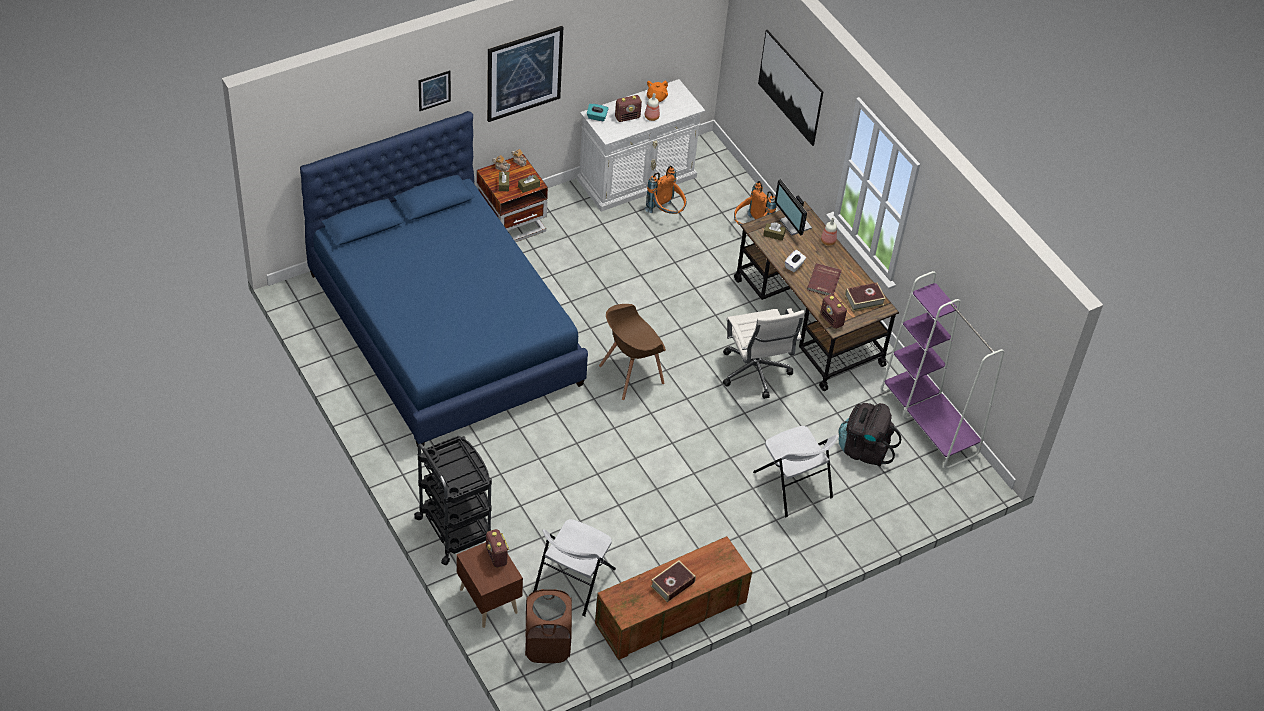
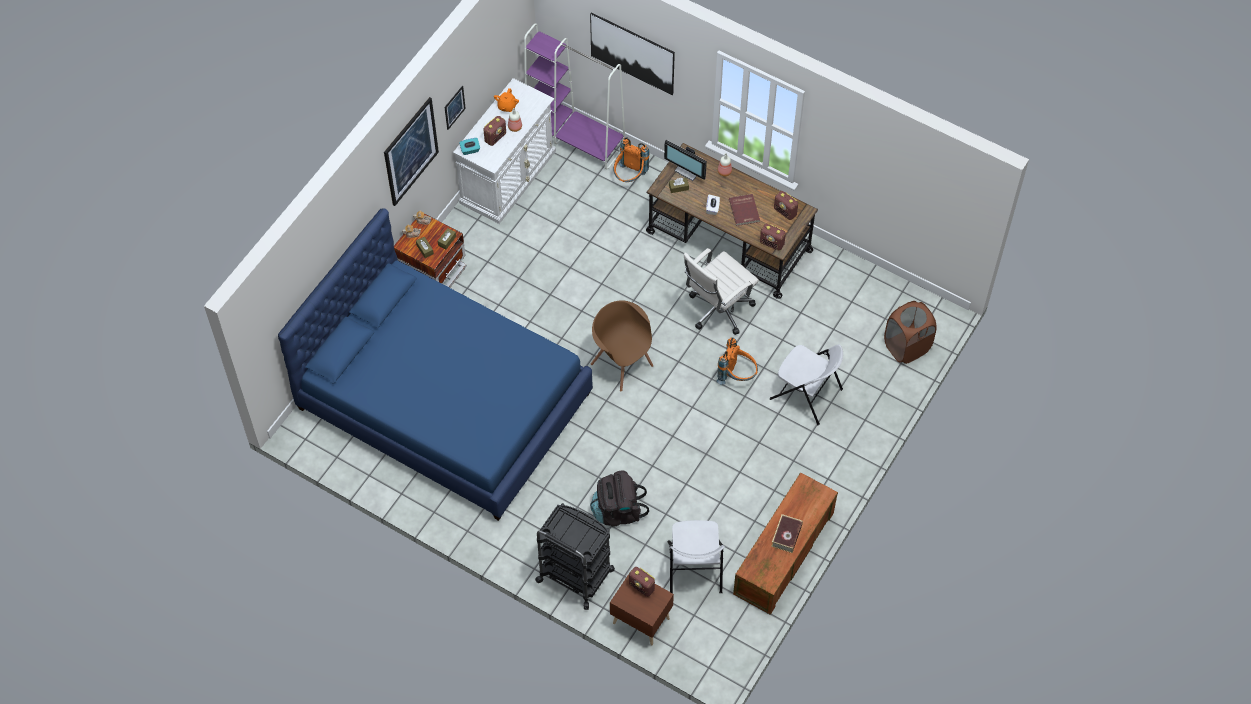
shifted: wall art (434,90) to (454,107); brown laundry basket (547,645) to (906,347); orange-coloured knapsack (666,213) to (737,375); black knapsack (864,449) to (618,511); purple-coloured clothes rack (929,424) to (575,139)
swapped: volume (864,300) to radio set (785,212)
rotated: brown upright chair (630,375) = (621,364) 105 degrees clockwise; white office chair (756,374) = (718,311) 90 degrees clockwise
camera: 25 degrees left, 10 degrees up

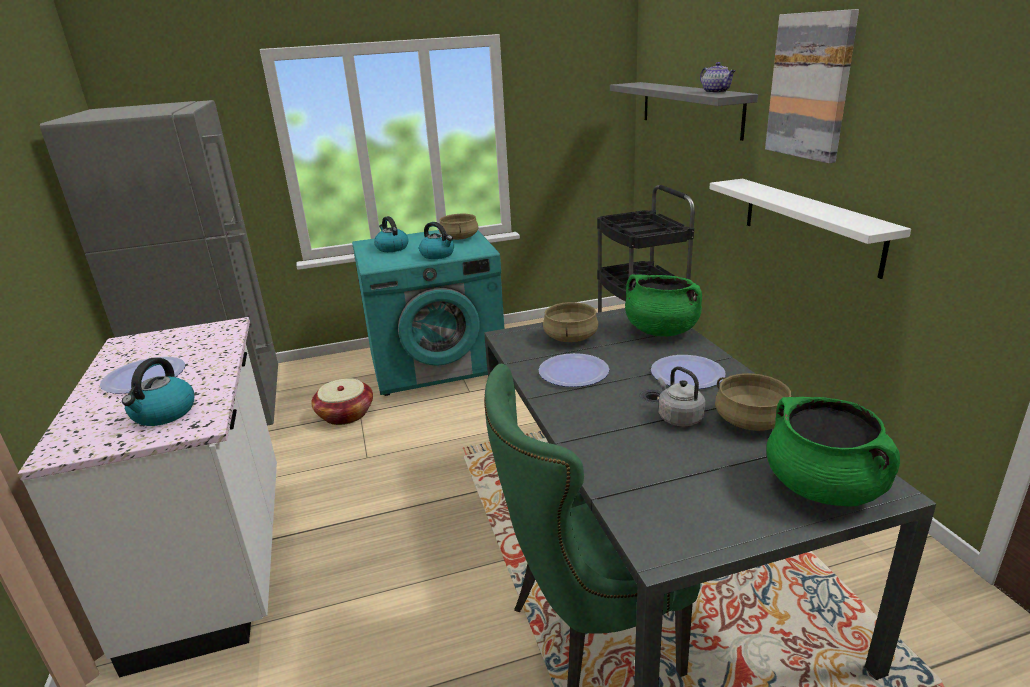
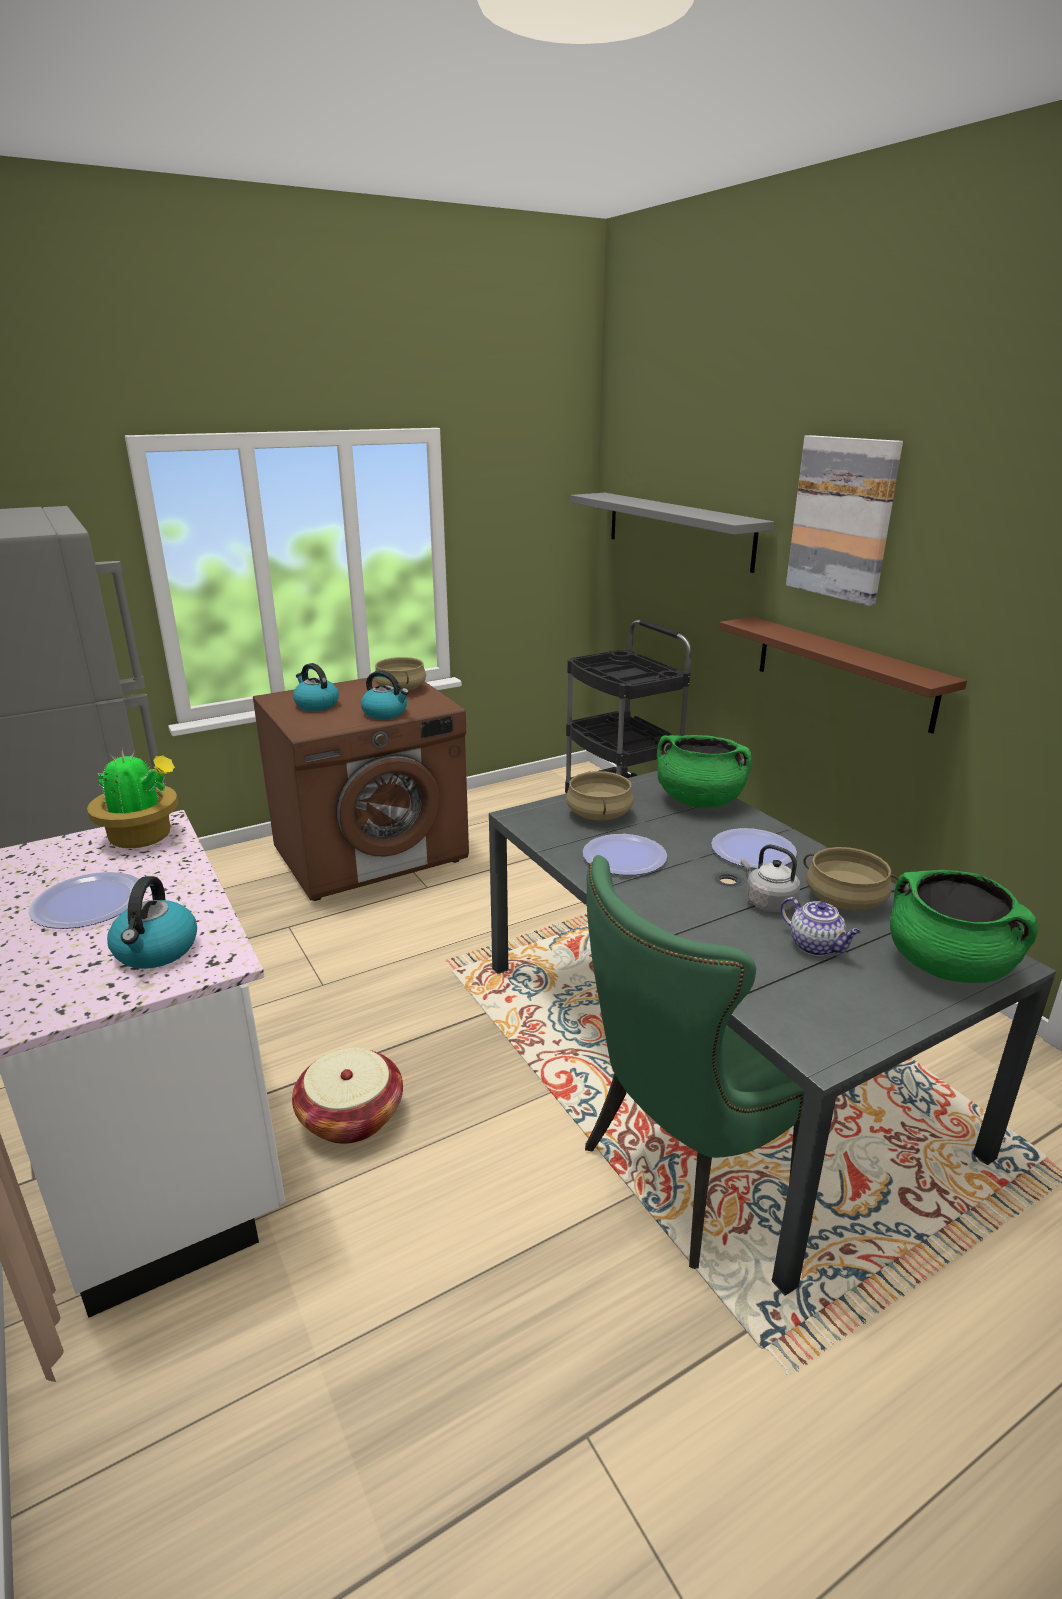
new: plant in a pot (143,837)
shifted: storage basket (345,414) to (351,1116); teapot (716,92) to (816,946)
repainted: turquoise-coloured laundry machine (438,367) to brown laundry machine (373,858); white wall shelf (809,224) to brown wall shelf (842,671)
camera: 15 degrees left, 0 degrees up

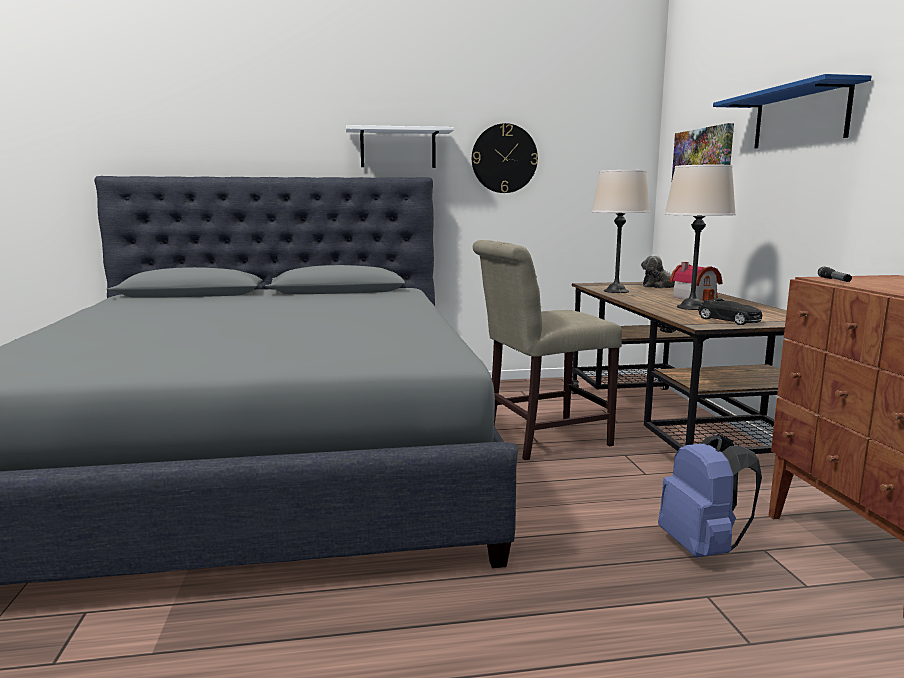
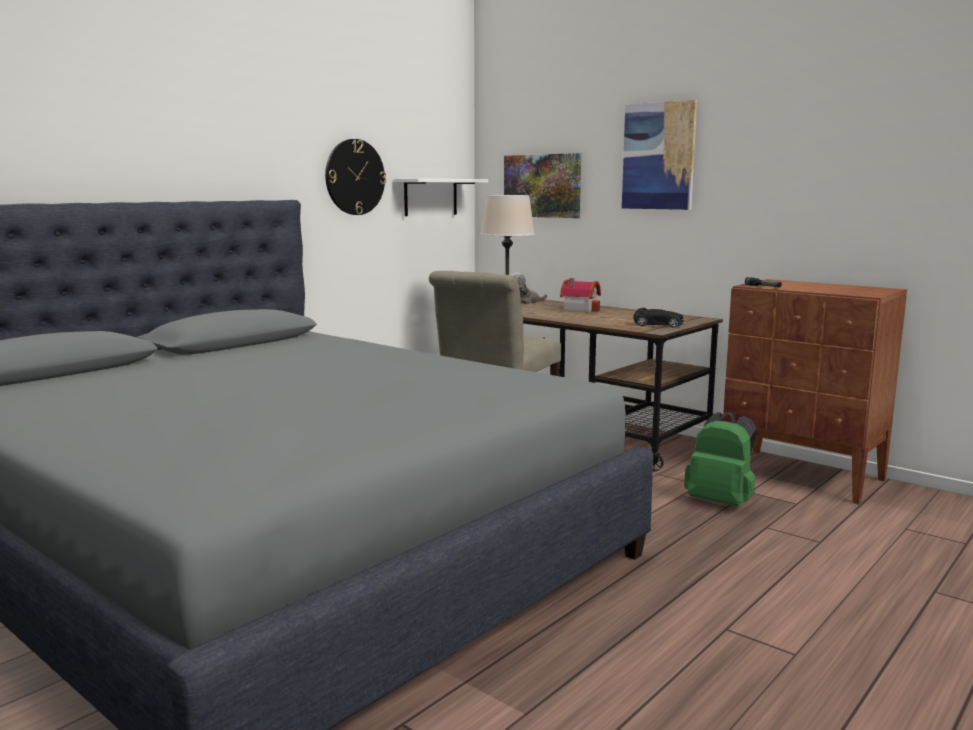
gone: beige-coloured lamp for a table (692,307)
shifted: white wall shelf (398,148) to (430,197)
swapped: bluish wall shelf (800,117) to wall art (658,156)
repainted: bluish knapsack (702,548) to green-coloured knapsack (721,502)
camera: 40 degrees left, 0 degrees up

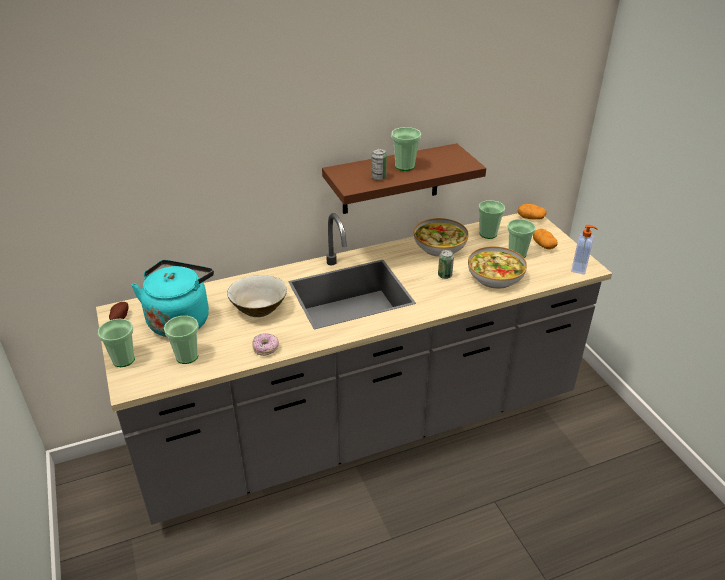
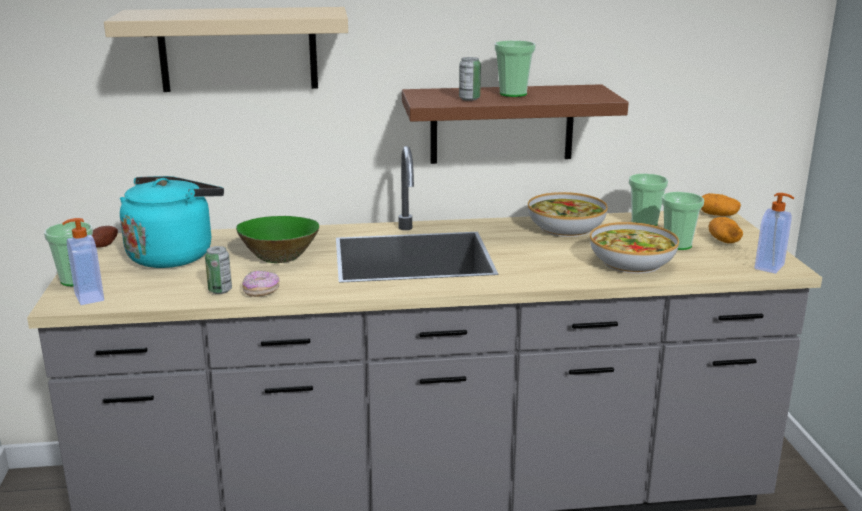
gone: small cup (187,356)
new: soap bottle (88,298); beige-coloured wall shelf (238,49)
shifted: metal can (444,275) to (220,290)
repainted: beige-coloured deep dish (259,308) to green-coloured deep dish (280,256)
camera: 15 degrees right, 15 degrees down

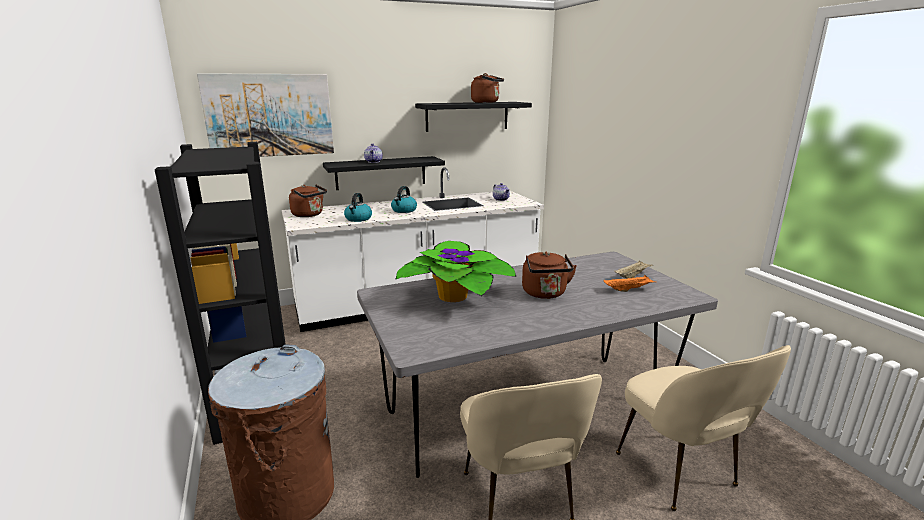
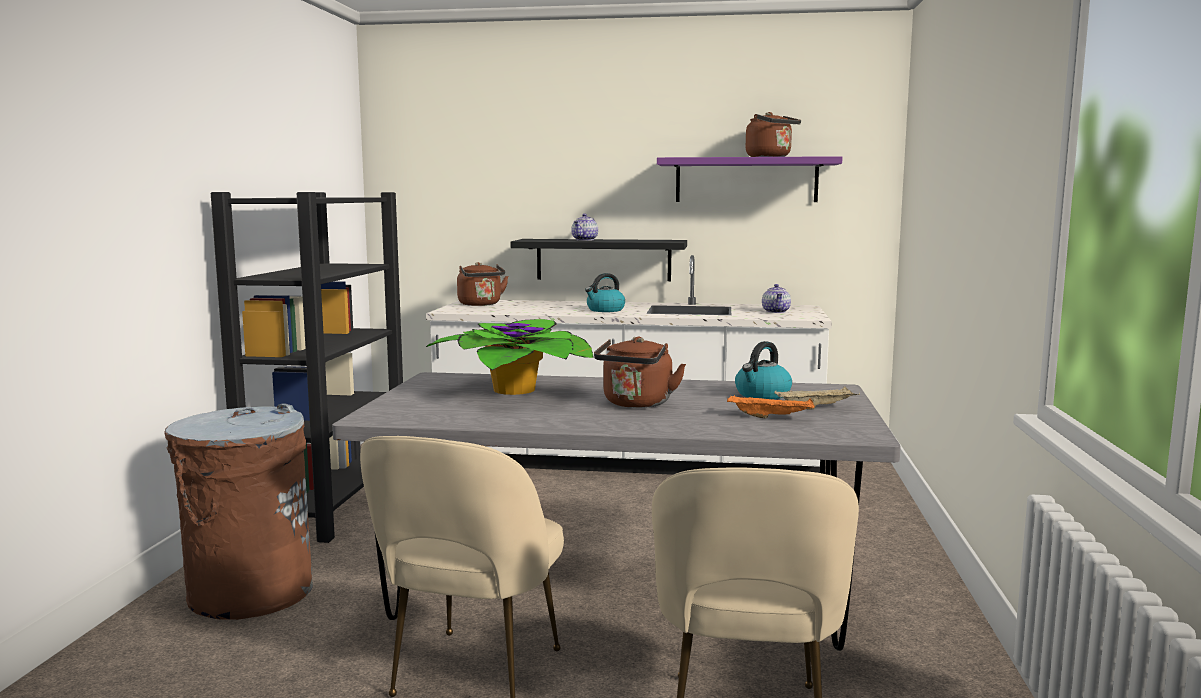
gone: wall art (270,115)
shifted: kettle (358,219) to (762,395)
repainted: black wall shelf (467,116) to purple-coloured wall shelf (746,180)
camera: 30 degrees right, 10 degrees down

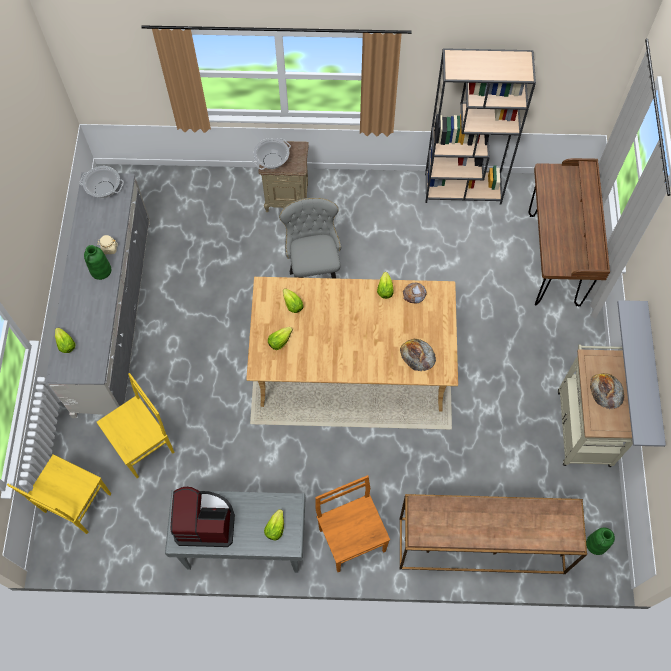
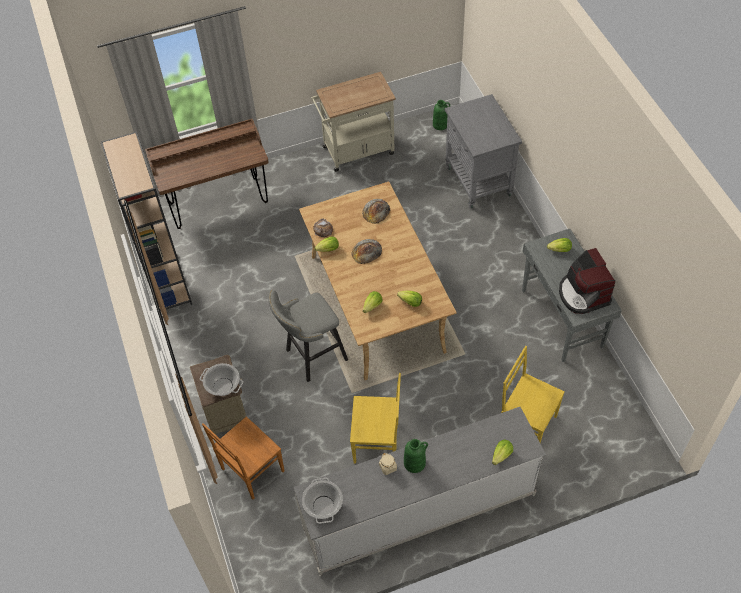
gone: grey wall shelf (652,376)
shifted: yellowish upright chair (76,504) to (378,443); brown upright chair (351,538) to (251,471); bakery bread (606,390) to (366,251)
swapped: brown console table (480,547) to grey trolley (478,182)
camera: 110 degrees left, 10 degrees down

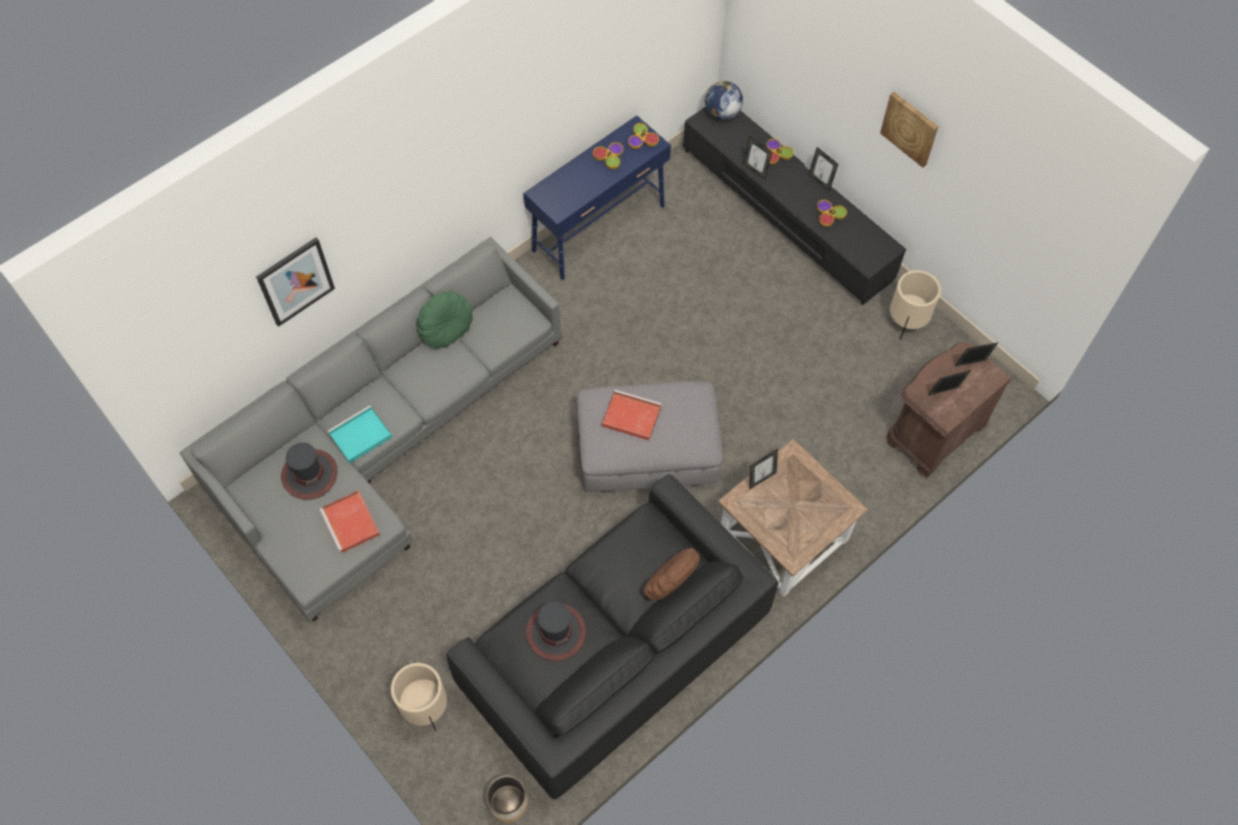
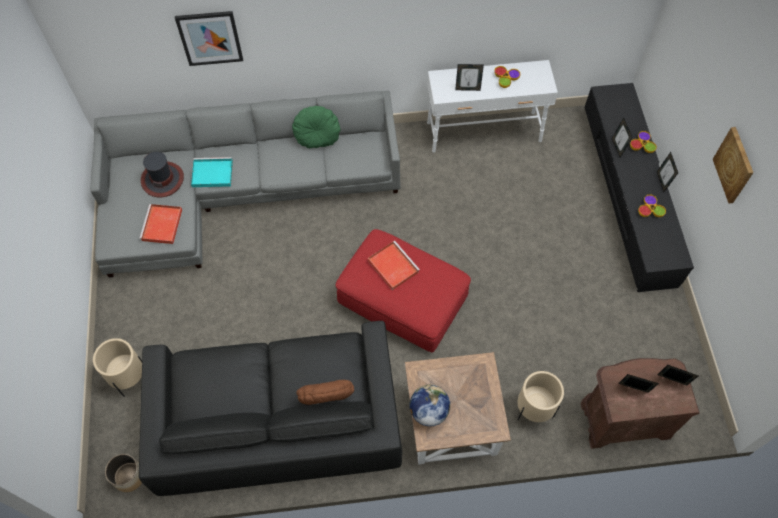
gone: hat (555,632); deep dish (642,140)
shifted: world globe (722,113) to (428,411); picture frame (761,479) to (467,88); beige-coloured planter (906,322) to (534,409)
repainted: bluish console table (599,229) to white console table (484,133); grey pouffe (647,449) to red pouffe (402,299)
camera: 35 degrees right, 0 degrees up

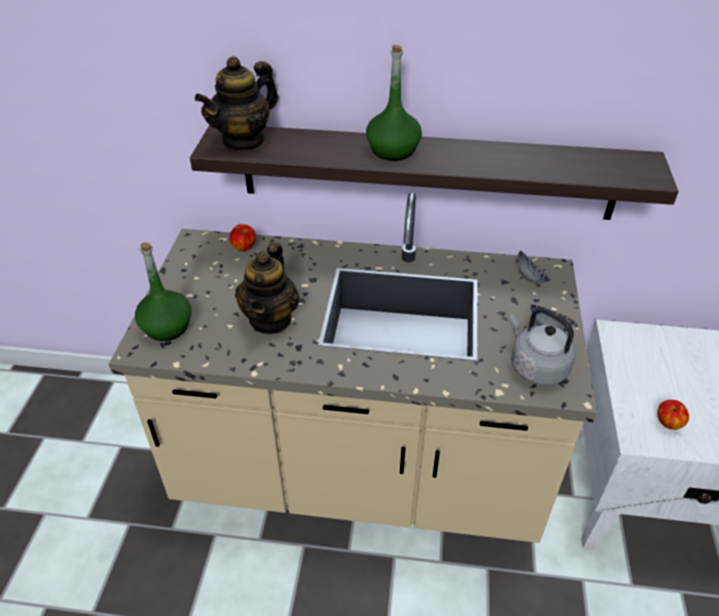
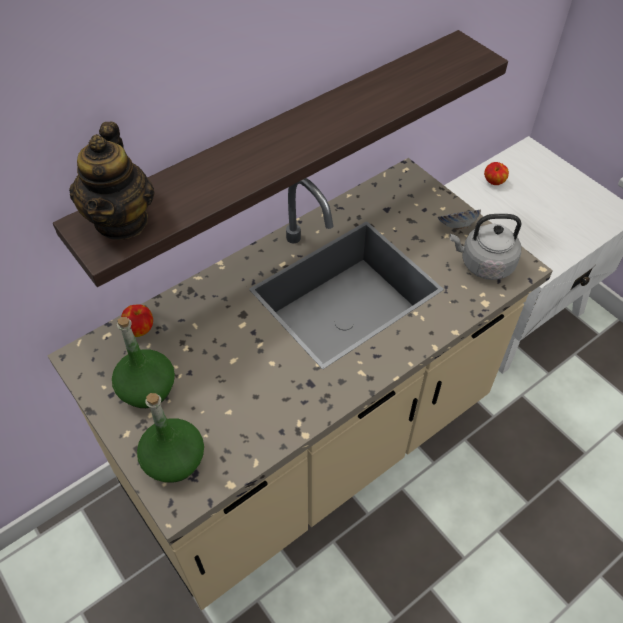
gone: teapot (271,319); deep dish (531,278)
shifted: green-coloured bottle (393,150) to (147,388); whole apple (668,423) to (493,182)
camera: 45 degrees left, 10 degrees up

